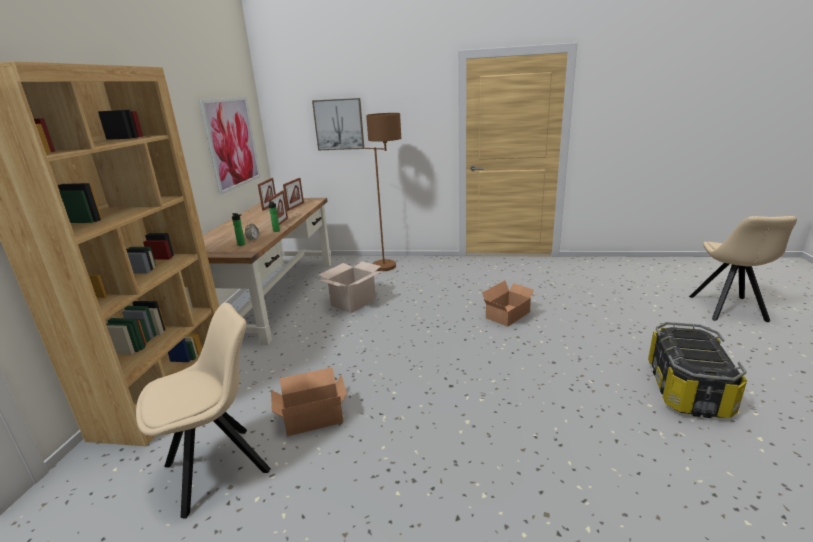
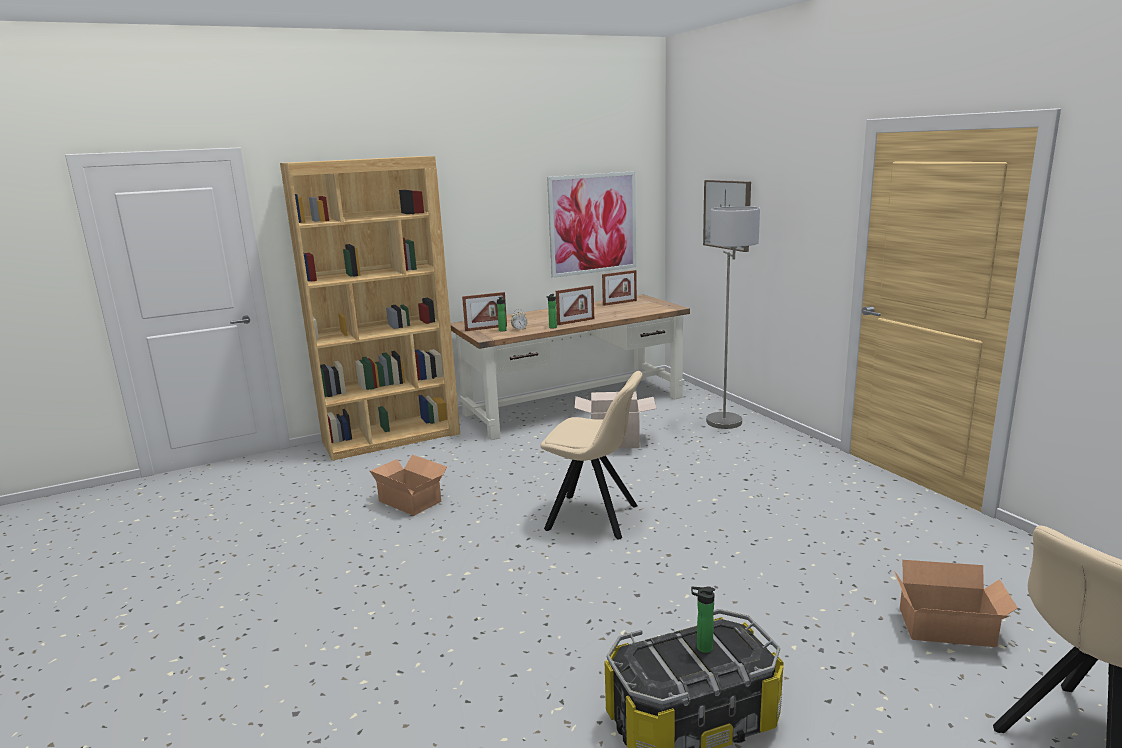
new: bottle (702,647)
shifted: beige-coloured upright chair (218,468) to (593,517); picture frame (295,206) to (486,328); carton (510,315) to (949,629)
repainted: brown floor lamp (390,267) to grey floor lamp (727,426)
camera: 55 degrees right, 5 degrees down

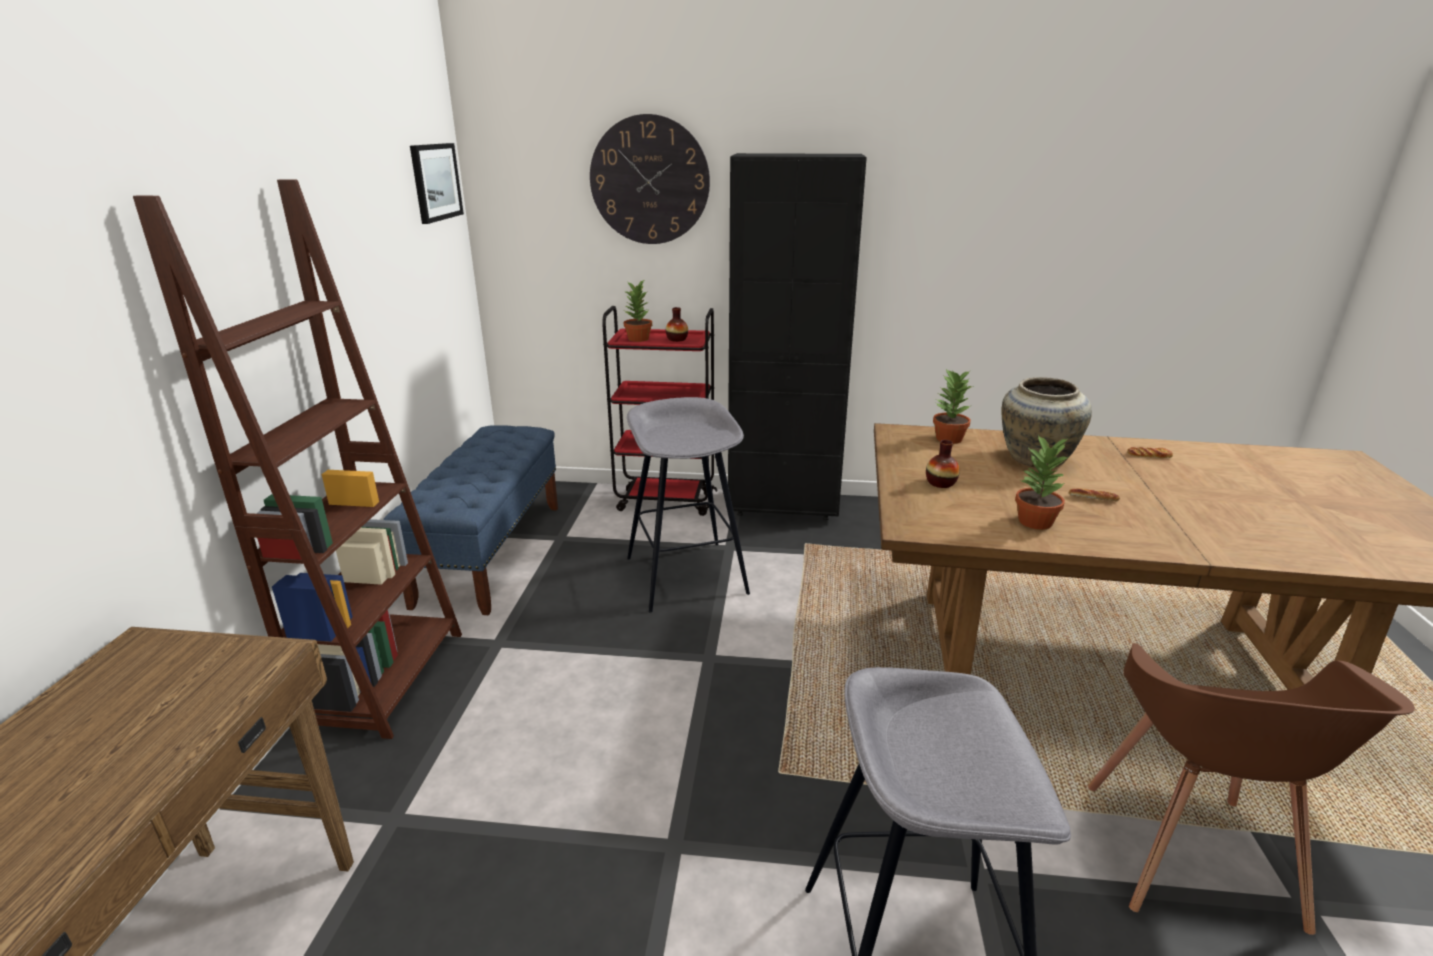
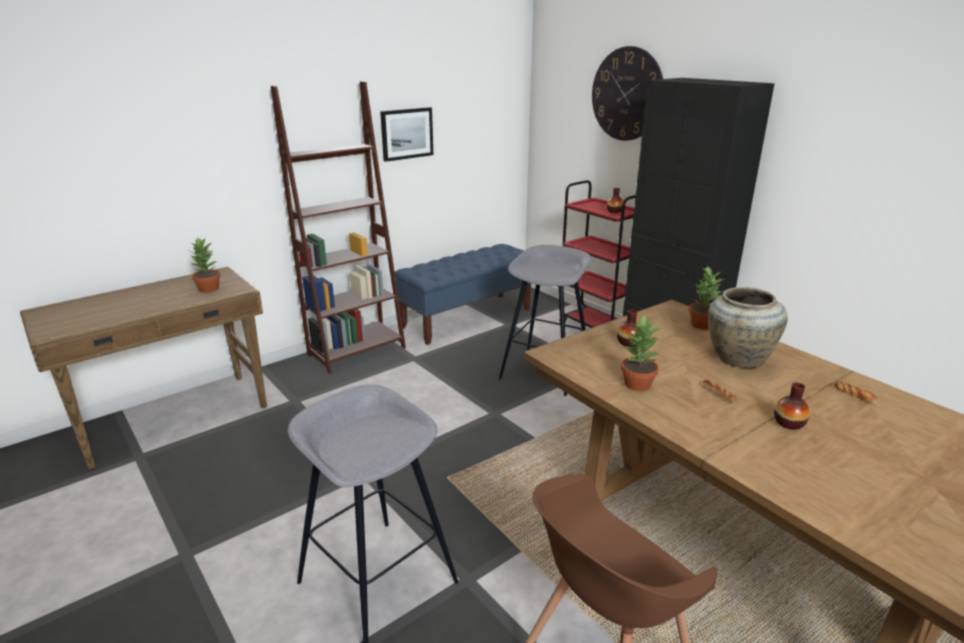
new: flower vase (789,423)
shifted: wall art (435,182) to (406,133); plant in a pot (639,339) to (208,289)
camera: 45 degrees right, 0 degrees up

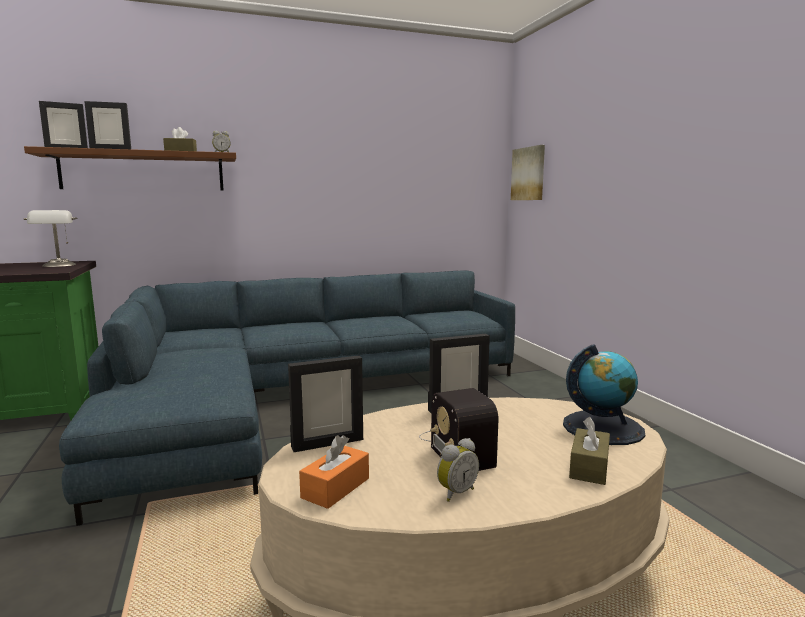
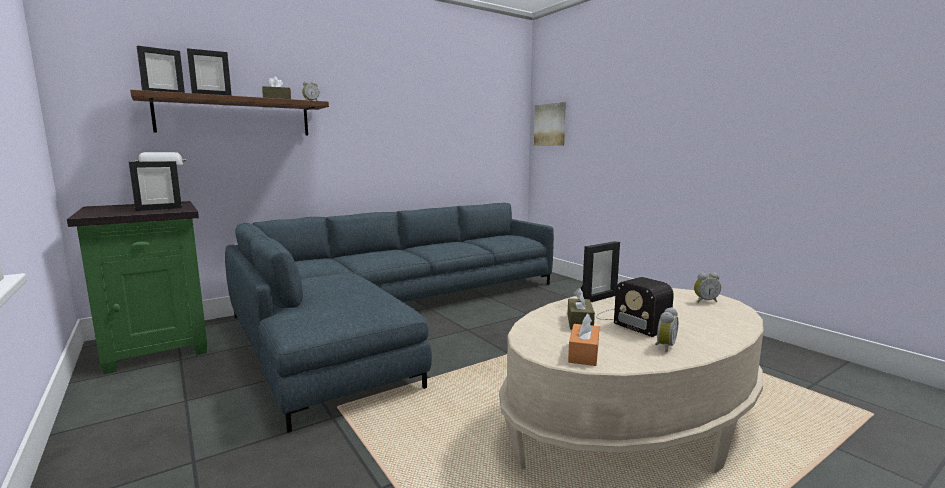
shifted: picture frame (327,443) to (159,209); brown tissue holder (589,467) to (579,322)
swapped: world globe (603,427) to bedside clock (705,301)
camera: 15 degrees left, 0 degrees up

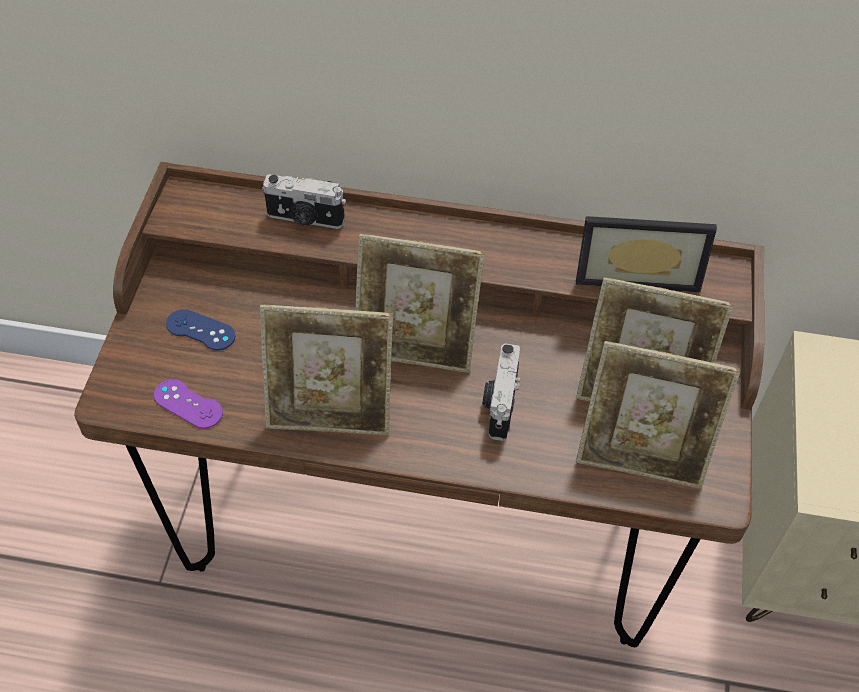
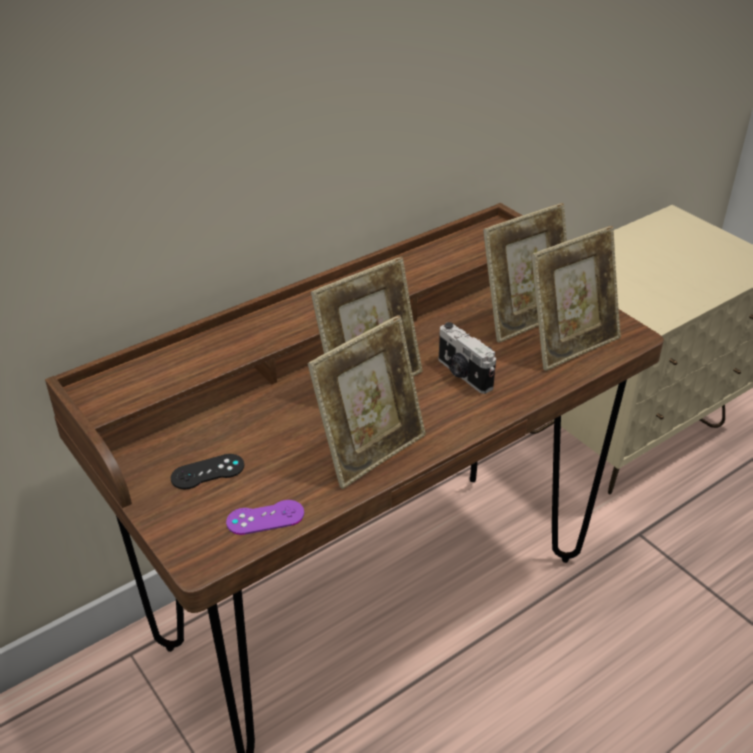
gone: still camera (305,219); picture frame (636,271)
repainted: bluish joypad (200,330) to black joypad (207,472)
camera: 45 degrees left, 15 degrees down

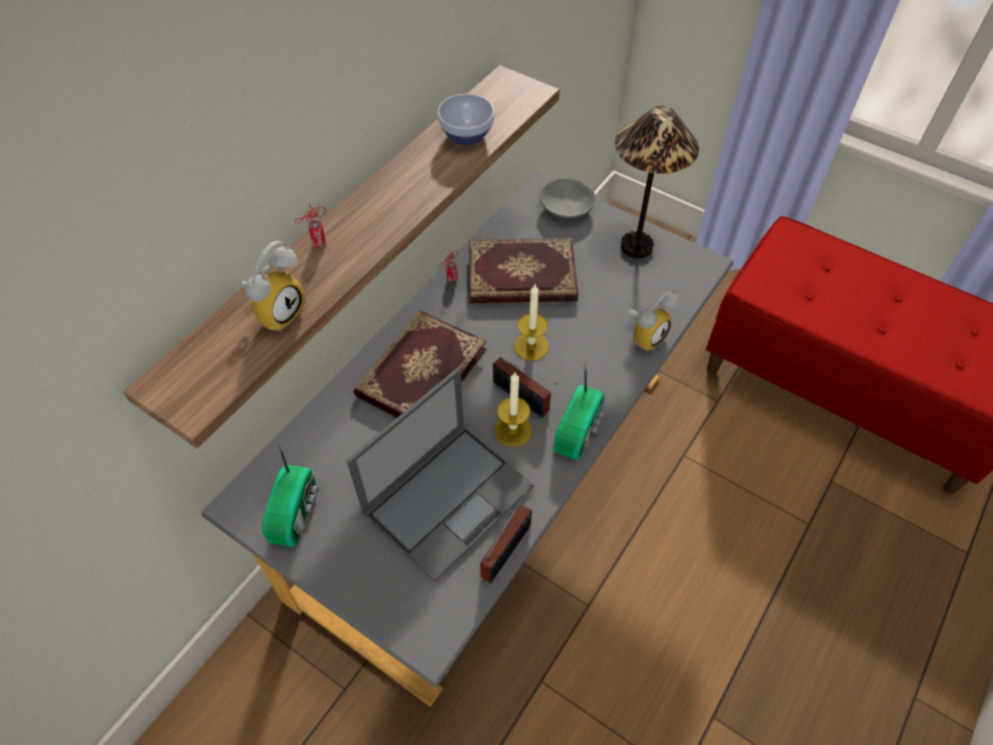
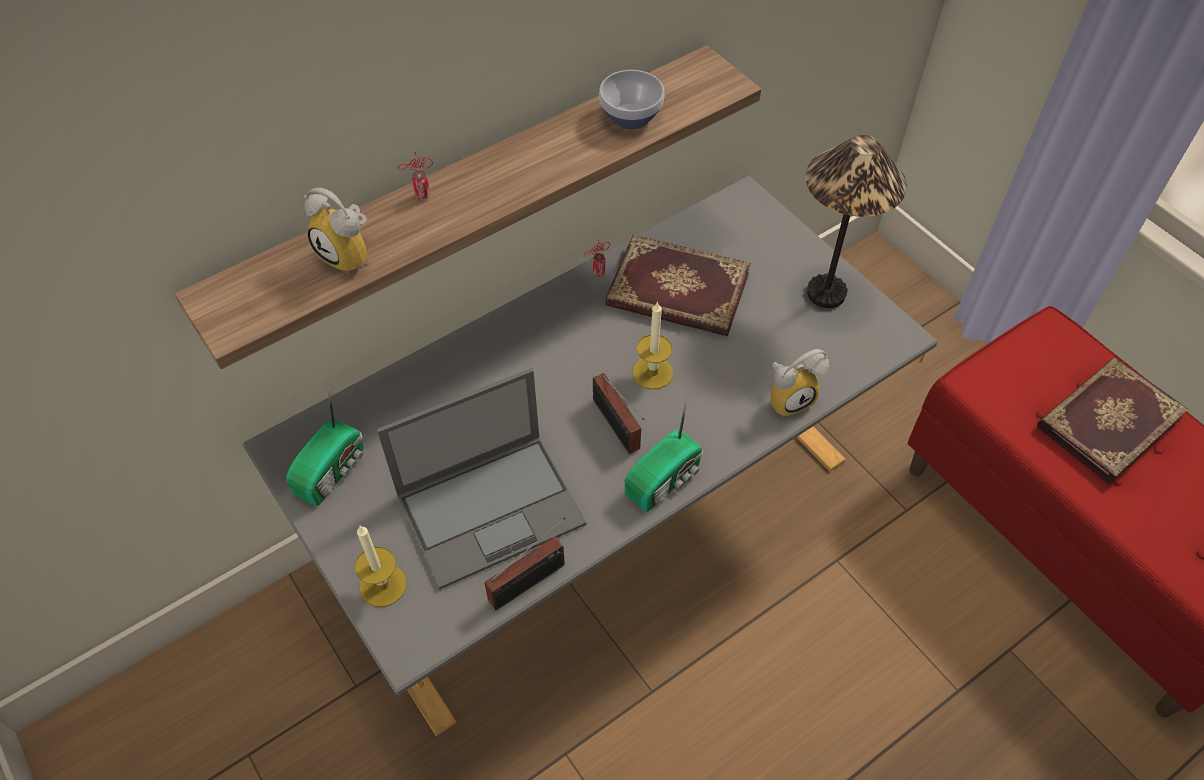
gone: grey deep dish (567,207)
shifted: volume (420,371) to (1106,420); candle (513,430) to (383,585)
rotated: bedside clock (278,310) = (351,254) 75 degrees clockwise
camera: 20 degrees right, 0 degrees up

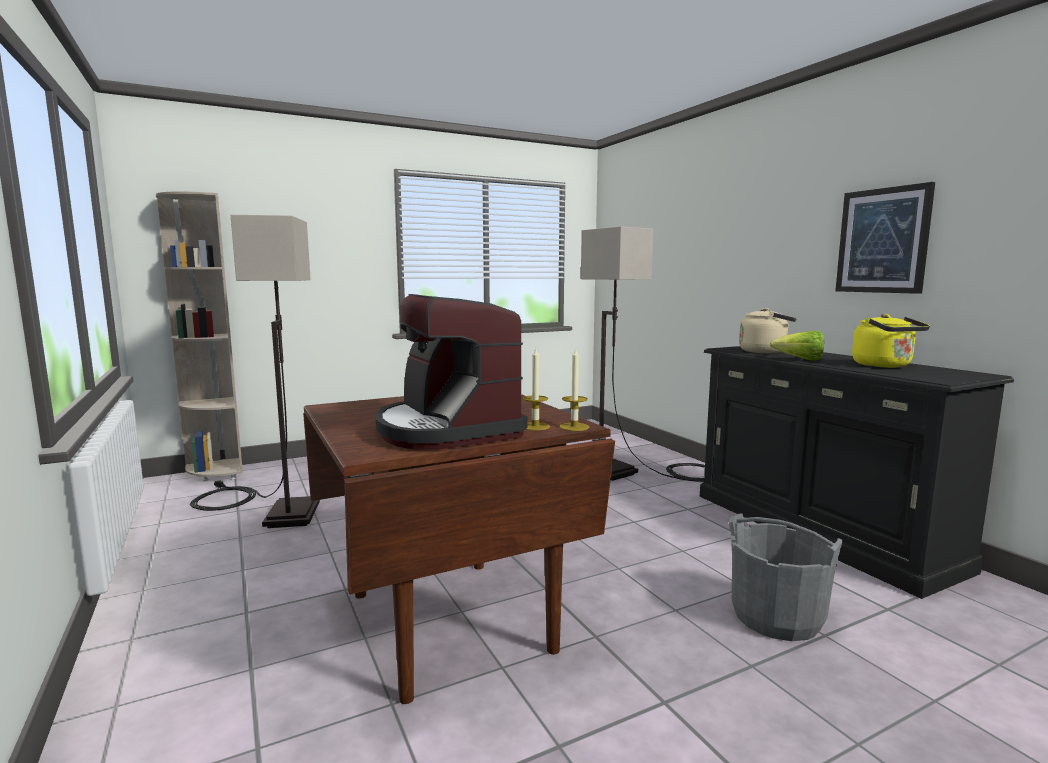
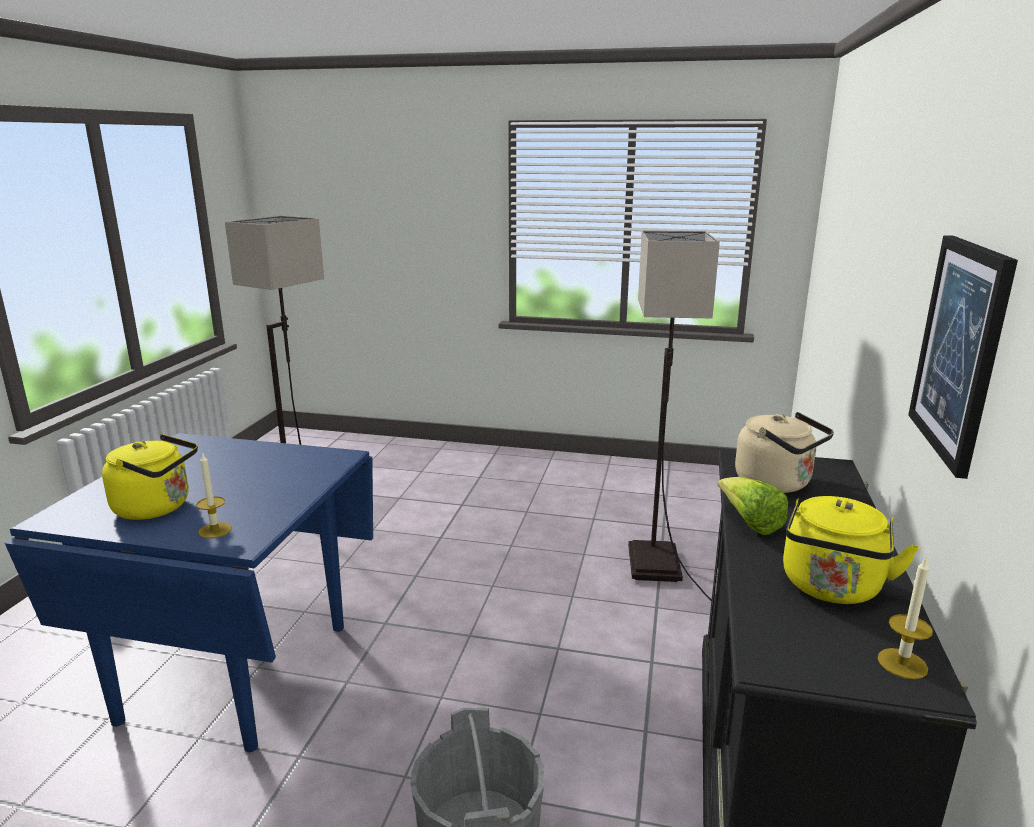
gone: beige-coloured bookshelf (216,475)
shifted: candle (574,427) to (902,663)
swapped: coffee maker (447,430) to yellowish kettle (157,508)
repainted: brown dining table (451,620) to bluish dining table (239,671)
camera: 40 degrees right, 10 degrees up

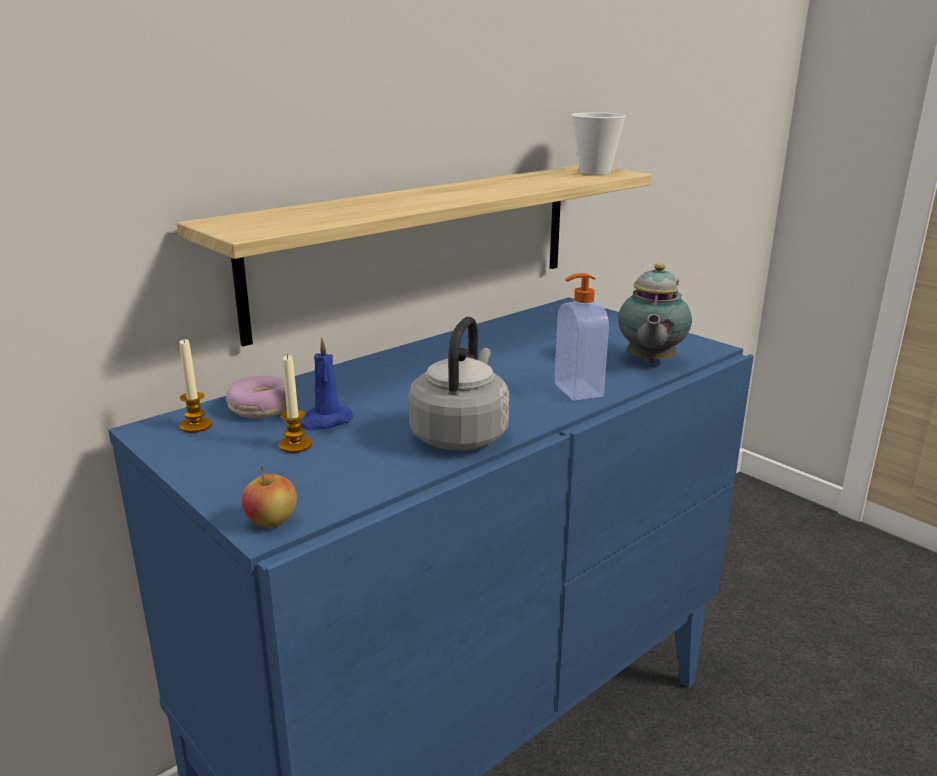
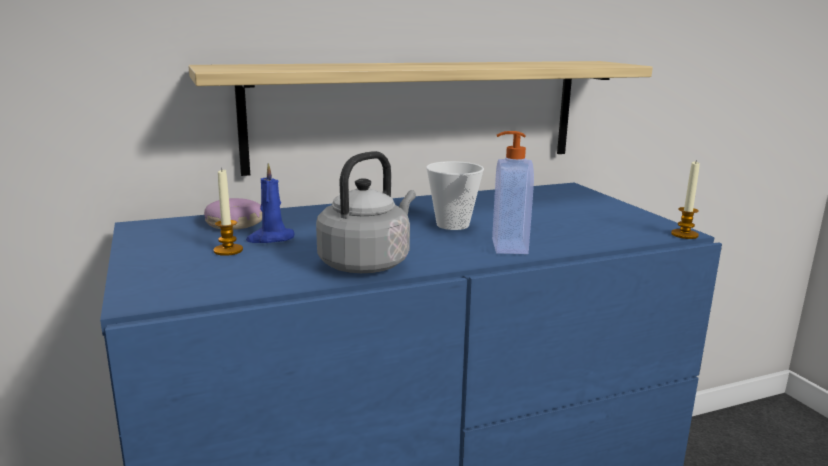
gone: whole apple (271,522); teapot (649,362)
shifted: candle (196,425) to (684,235); small cup (594,172) to (452,225)
camera: 20 degrees right, 5 degrees down

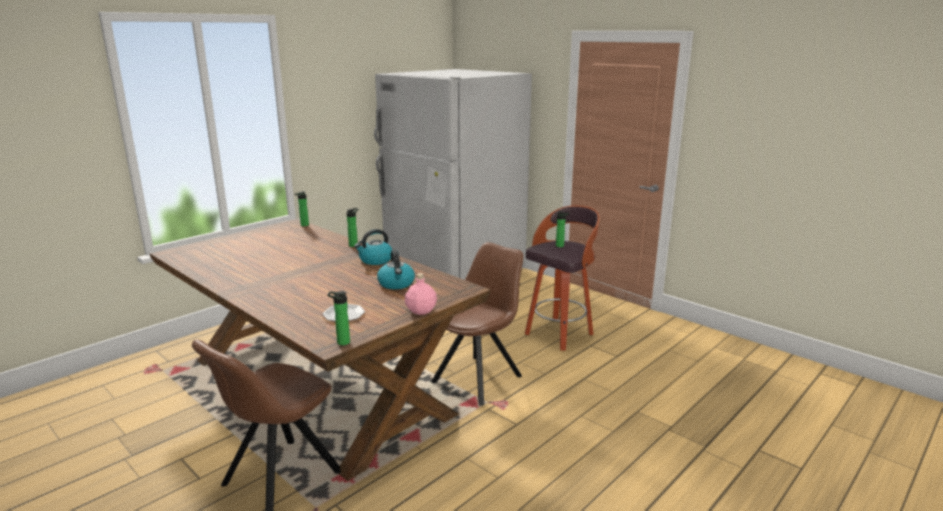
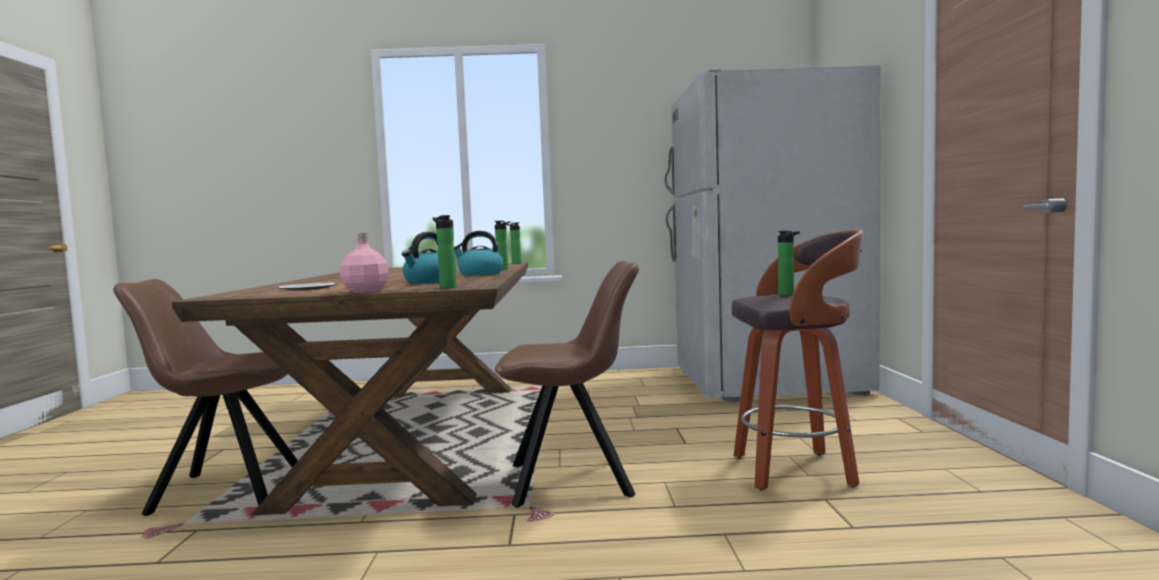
shifted: bottle (341,342) to (446,287)
camera: 45 degrees right, 15 degrees down

